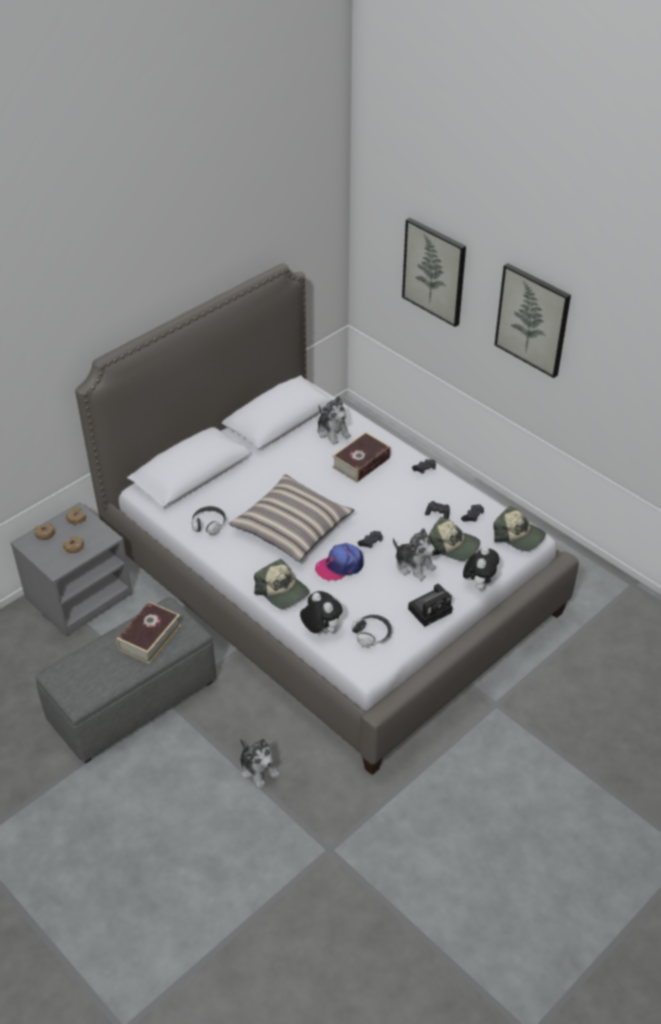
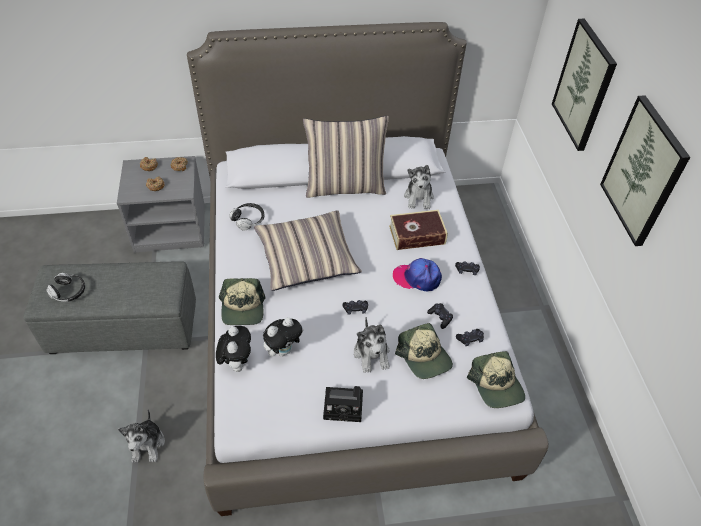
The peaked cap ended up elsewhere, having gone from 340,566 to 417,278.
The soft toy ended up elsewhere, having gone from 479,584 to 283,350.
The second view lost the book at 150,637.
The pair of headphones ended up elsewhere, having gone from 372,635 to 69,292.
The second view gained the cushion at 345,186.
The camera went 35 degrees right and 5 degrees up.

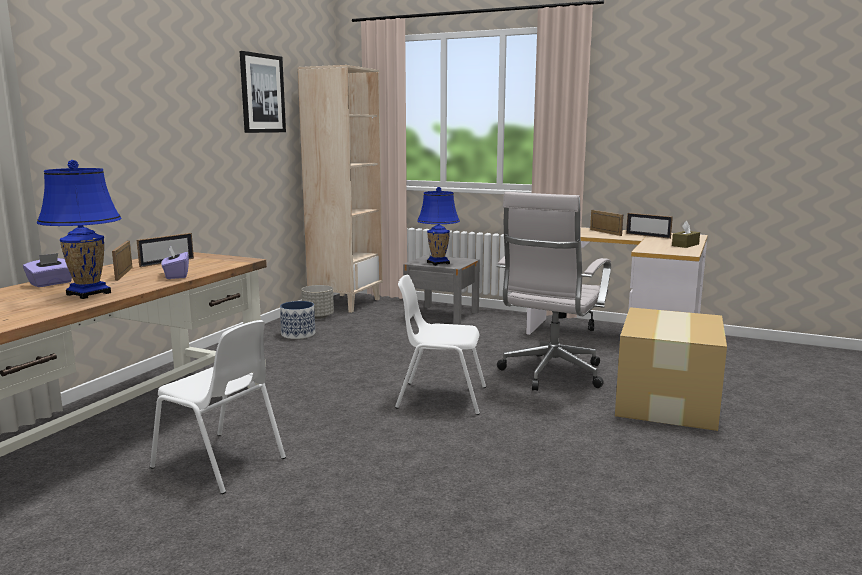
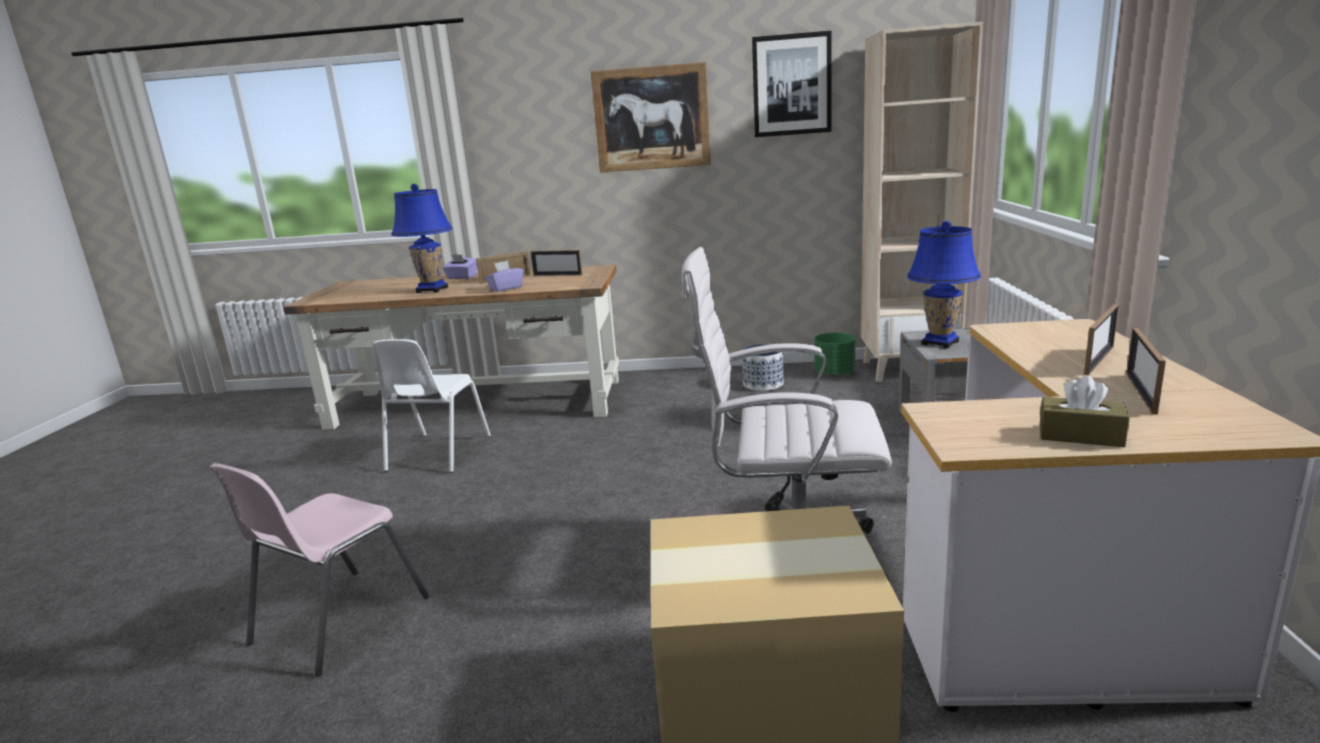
The second view lost the whitish upright chair at 440,397.
What was the greyish planter at 318,317 turned into the green planter at 834,374.
The second view gained the picture at 651,118.
The second view gained the pinkish upright chair at 337,621.
The camera went 70 degrees right and 5 degrees up.

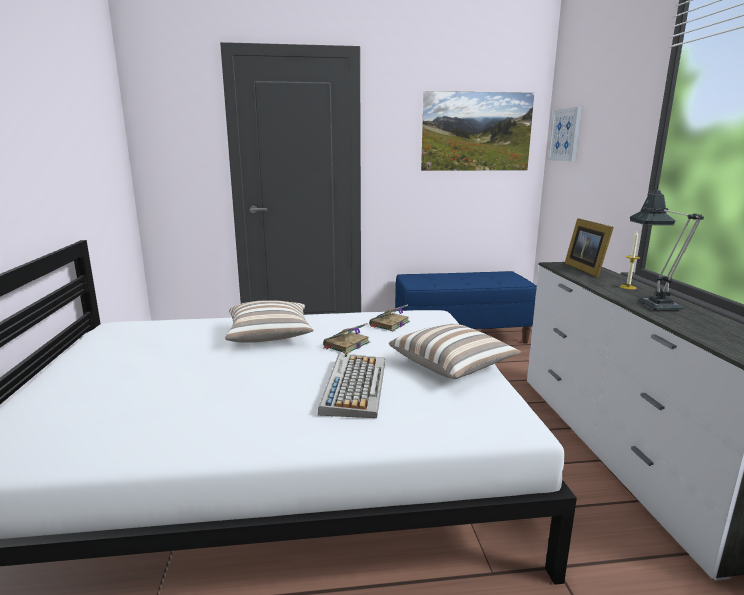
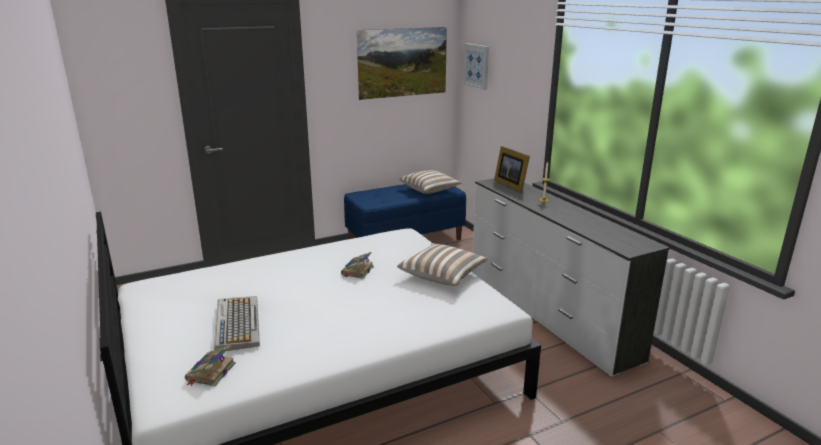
The second view lost the tabletop lamp at 654,303.
The cushion ended up elsewhere, having gone from 269,336 to 430,190.
The book ended up elsewhere, having gone from 389,324 to 210,373.
The computer keyboard ended up elsewhere, having gone from 354,385 to 236,323.
The camera went 20 degrees left and 5 degrees up.

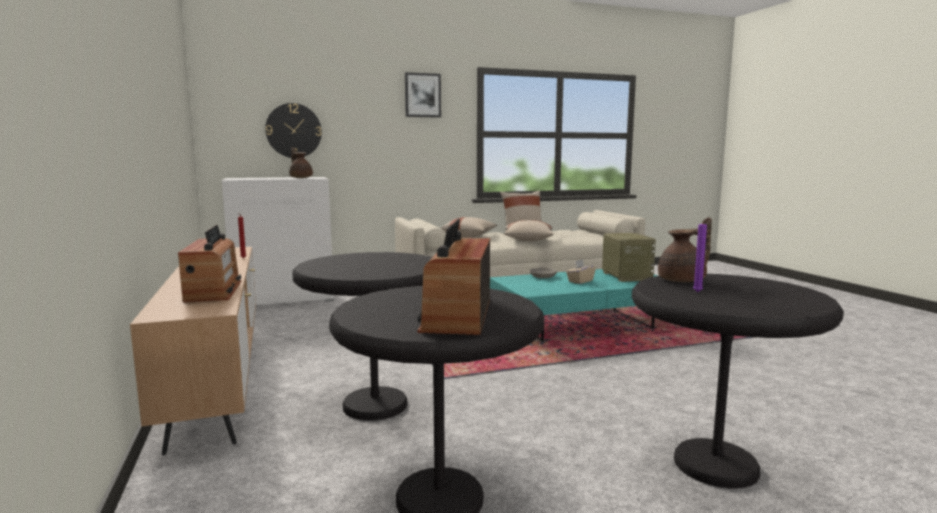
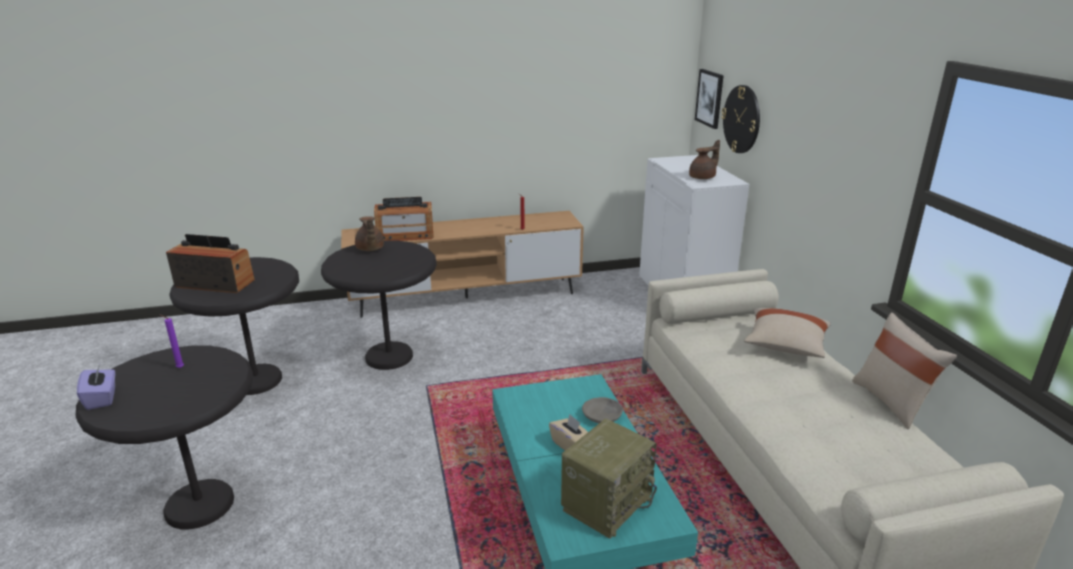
The picture ended up elsewhere, having gone from 422,95 to 710,98.
The brown tea pot ended up elsewhere, having gone from 684,280 to 370,249.
The second view lost the sand-coloured cushion at 528,240.
The radio at 625,276 ended up facing another way, 45 degrees counterclockwise from before.
The second view gained the purple box of tissues at 102,398.
The camera went 95 degrees right and 15 degrees up.

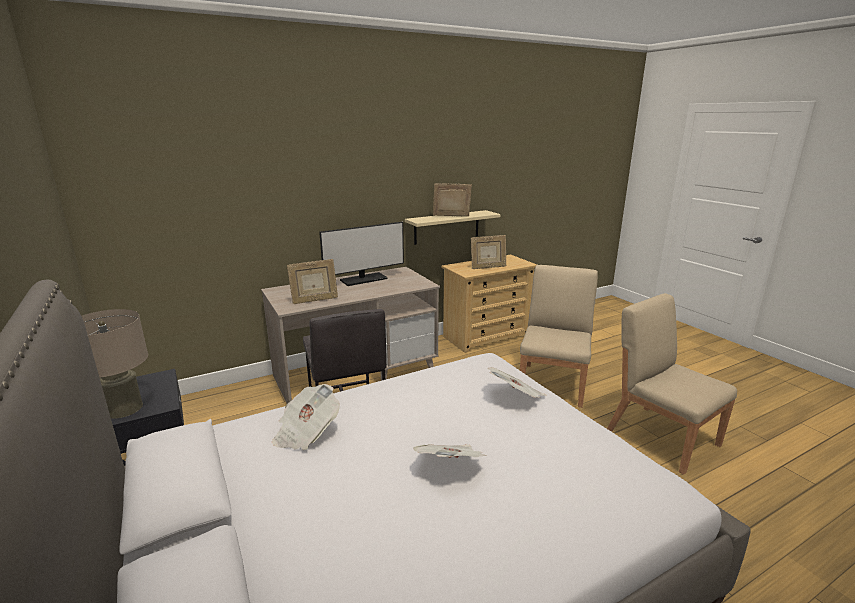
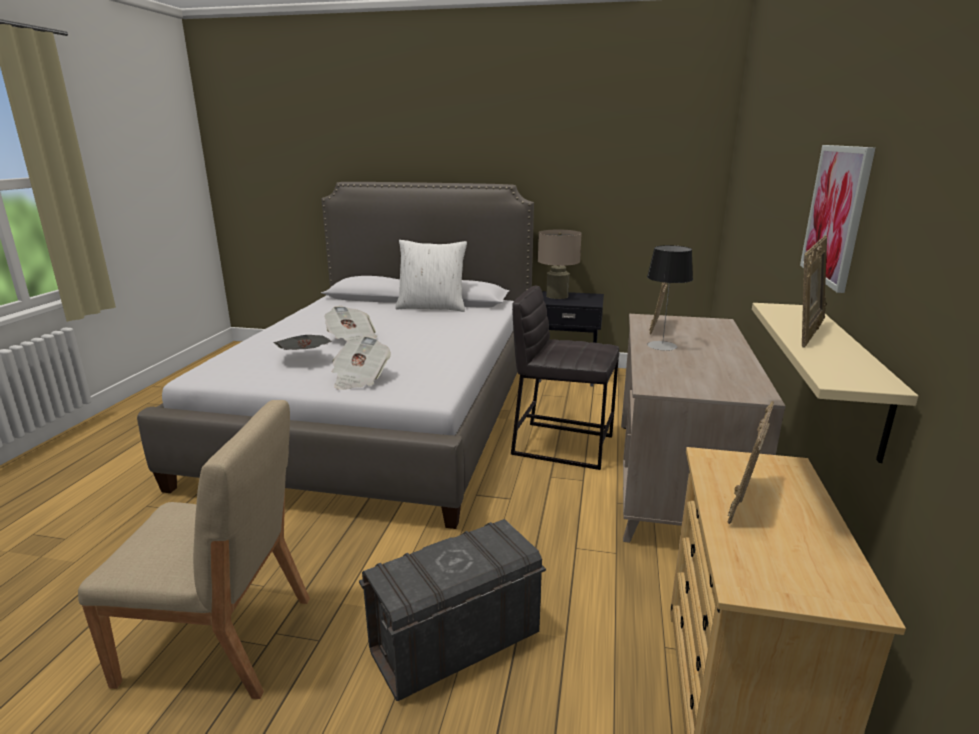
The second view lost the monitor at 363,279.
Where the sand-coloured upright chair stood at 553,384, the greyish storage bin came to stand at 454,643.
The daily paper ended up elsewhere, having gone from 306,432 to 305,357.
The second view gained the picture at 836,214.
The second view gained the whitish cushion at 432,307.
The second view gained the tabletop lamp at 662,346.
The camera went 130 degrees right and 0 degrees up.

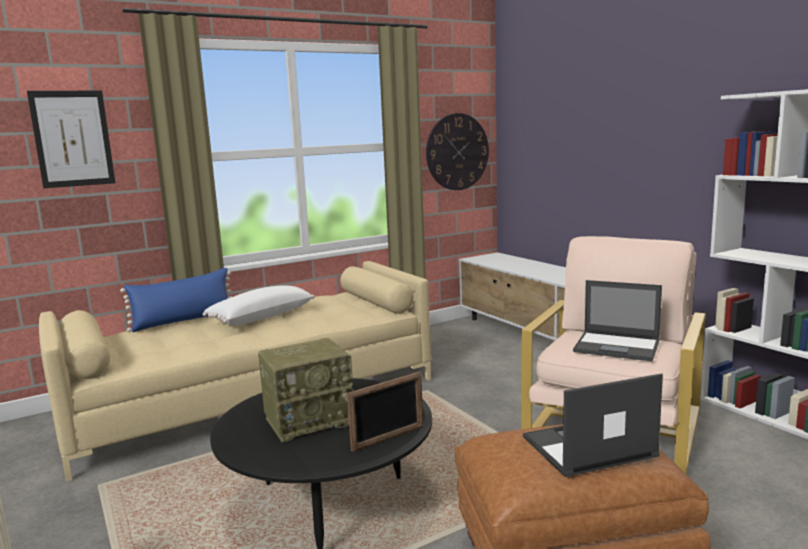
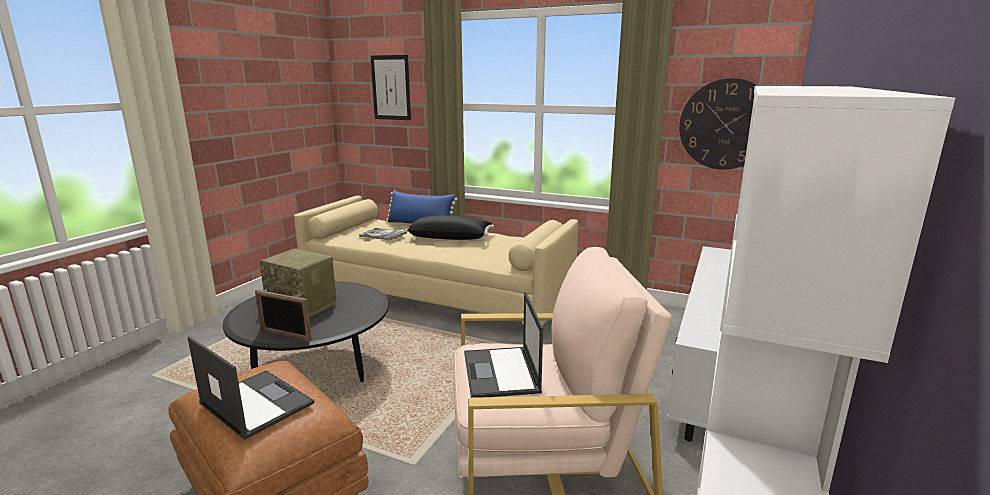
What was the whitish cushion at 261,317 turned into the black cushion at 450,237.
The second view gained the book at 383,235.
The camera went 55 degrees right and 5 degrees up.

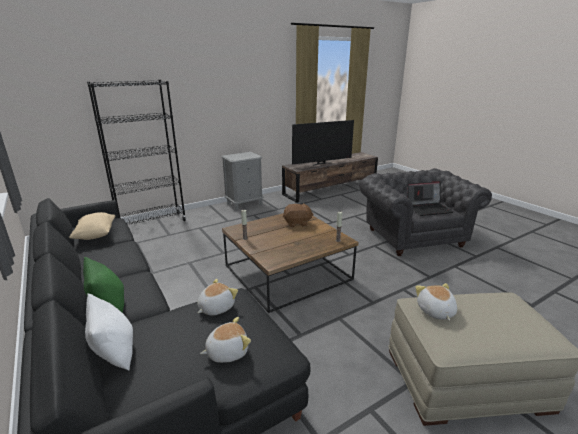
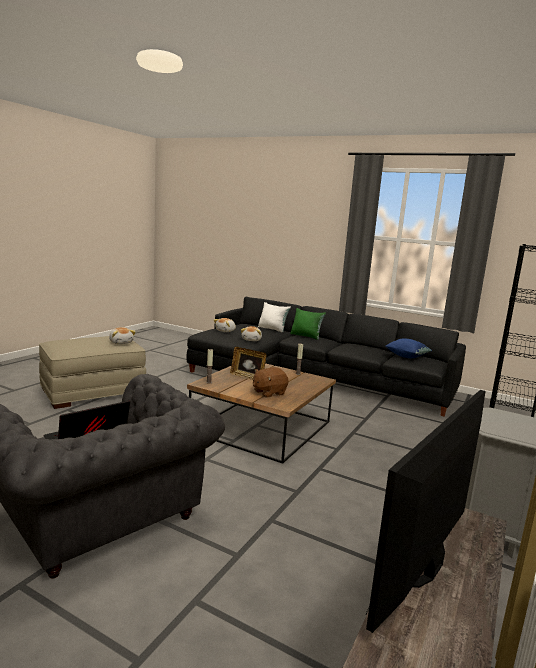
What was the sand-coloured cushion at 95,235 turned into the blue cushion at 407,357.
The second view gained the photo frame at 247,377.
The camera went 150 degrees right and 10 degrees down.

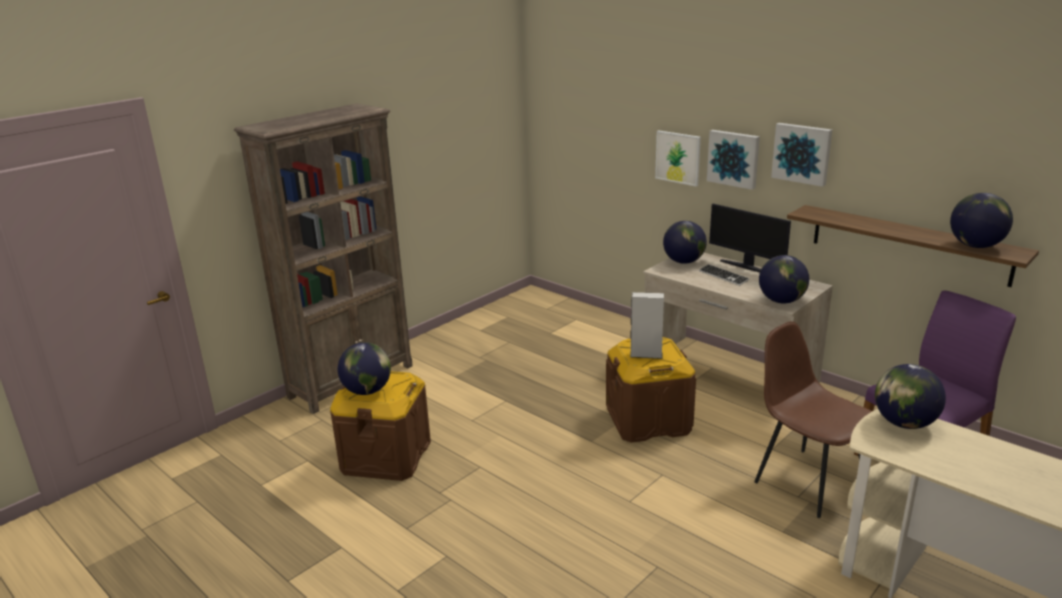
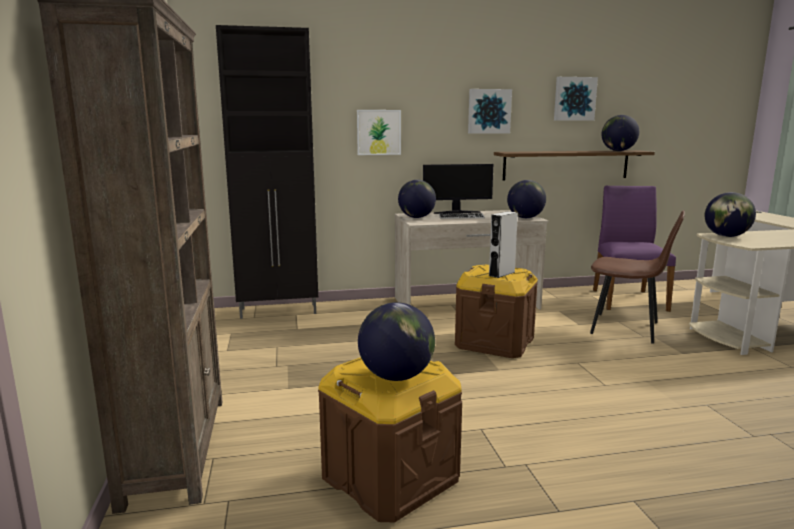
The picture ended up elsewhere, having gone from 734,158 to 574,99.
The brown upright chair at 807,481 ended up facing another way, 150 degrees counterclockwise from before.
The second view gained the black cupboard at 280,311.
The camera went 55 degrees left and 10 degrees down.

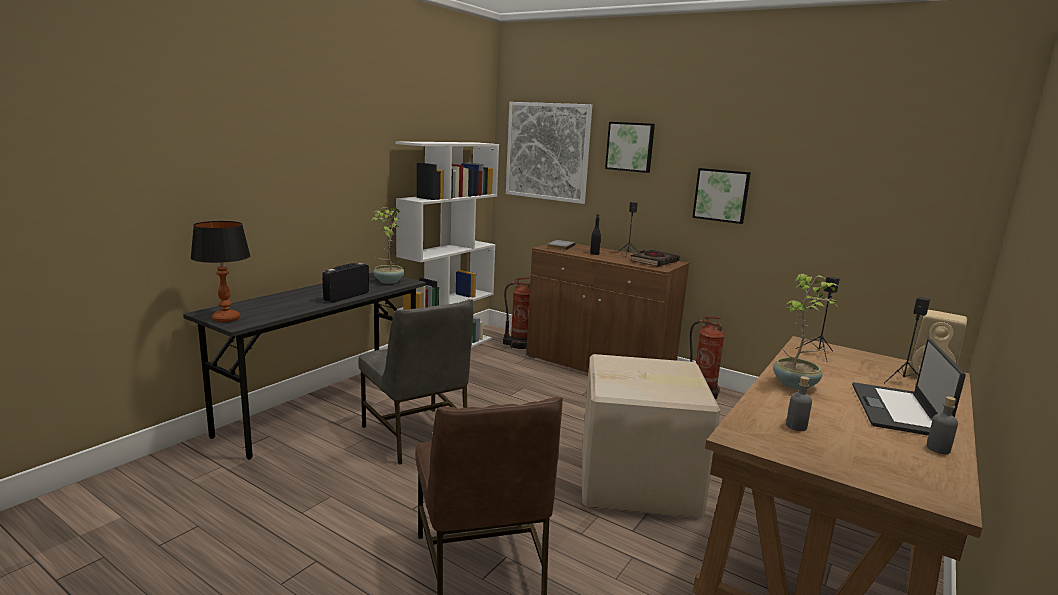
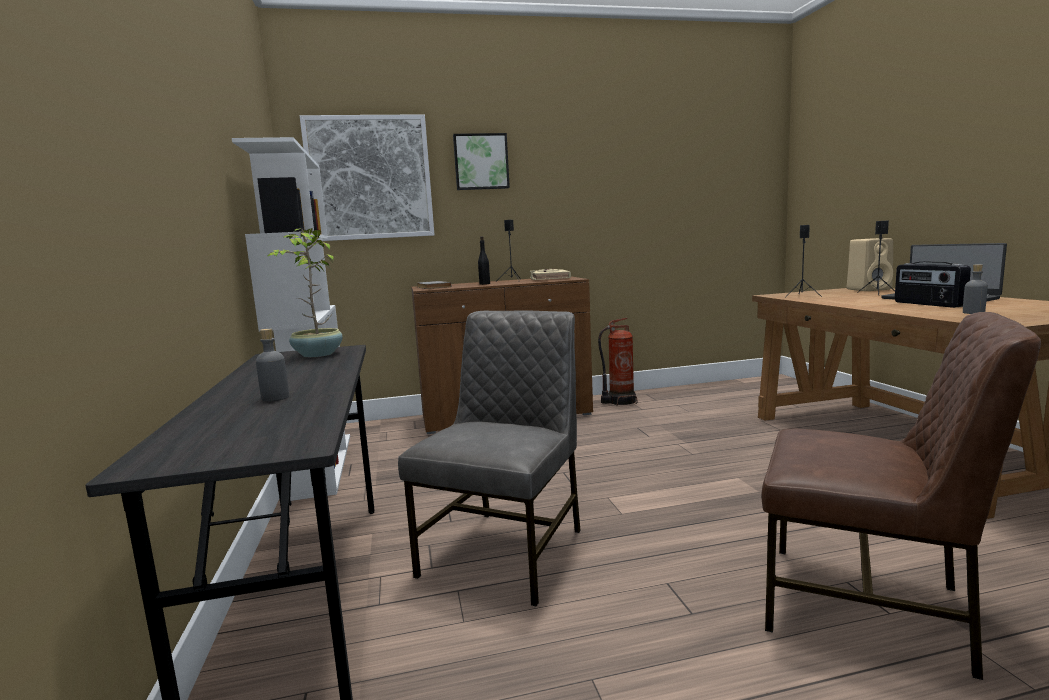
The second view lost the picture at 721,195.
The second view lost the tabletop lamp at 226,319.
What was the black book at 654,262 turned into the sand-coloured book at 549,279.
The radio ended up elsewhere, having gone from 346,296 to 928,304.
The second view lost the potted plant at 796,384.
The second view lost the fire-fighting cylinder at 519,345.
The greyish upright chair at 416,436 ended up facing another way, 75 degrees counterclockwise from before.
The second view lost the cardboard box at 639,482.
The greyish drink bottle ended up elsewhere, having gone from 938,449 to 275,398.
The camera went 45 degrees left and 5 degrees down.

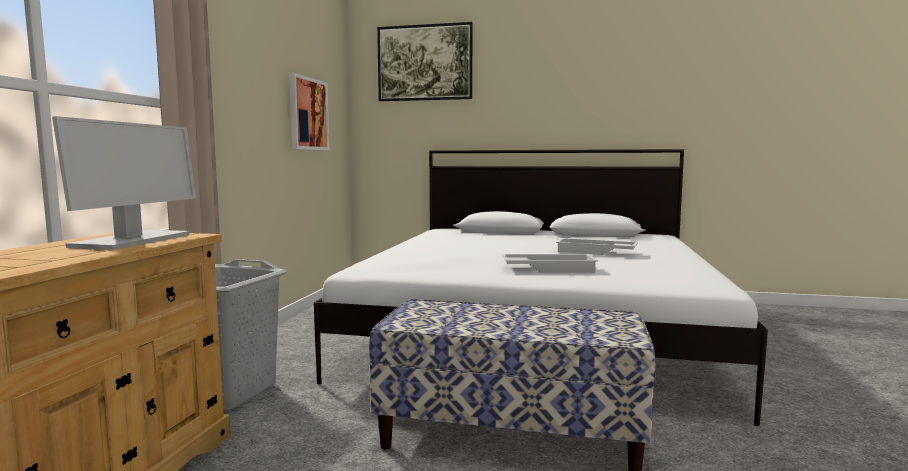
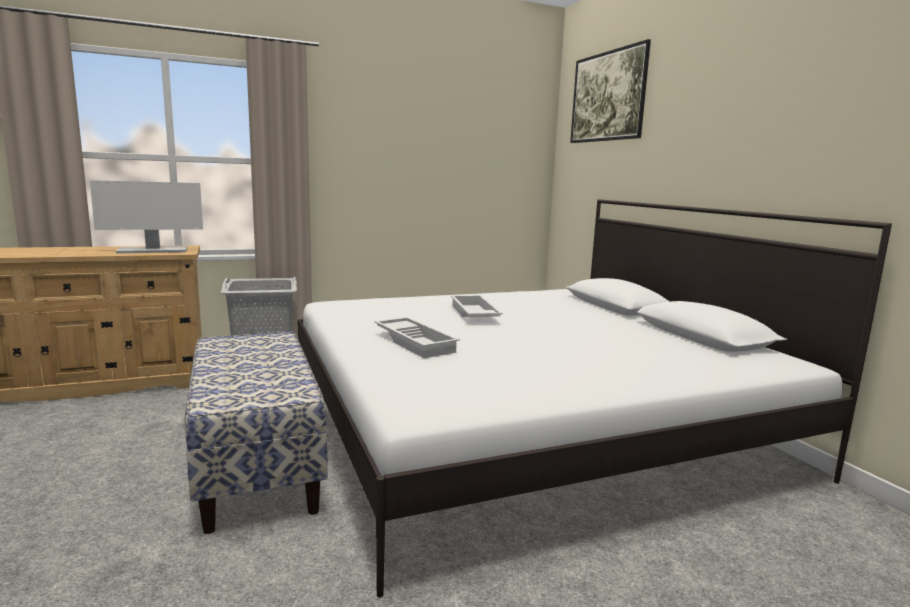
The second view lost the picture at 308,114.
The whitish serving tray ended up elsewhere, having gone from 595,252 to 473,314.
The camera went 55 degrees right and 5 degrees up.

